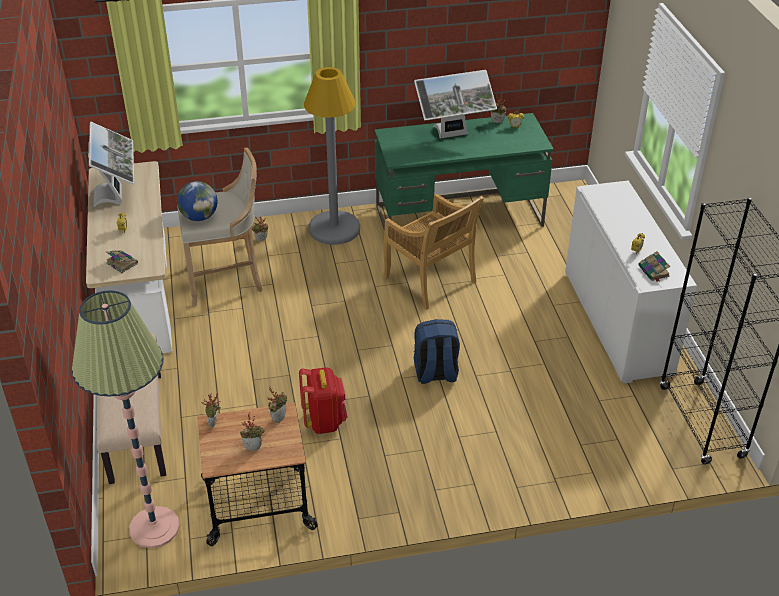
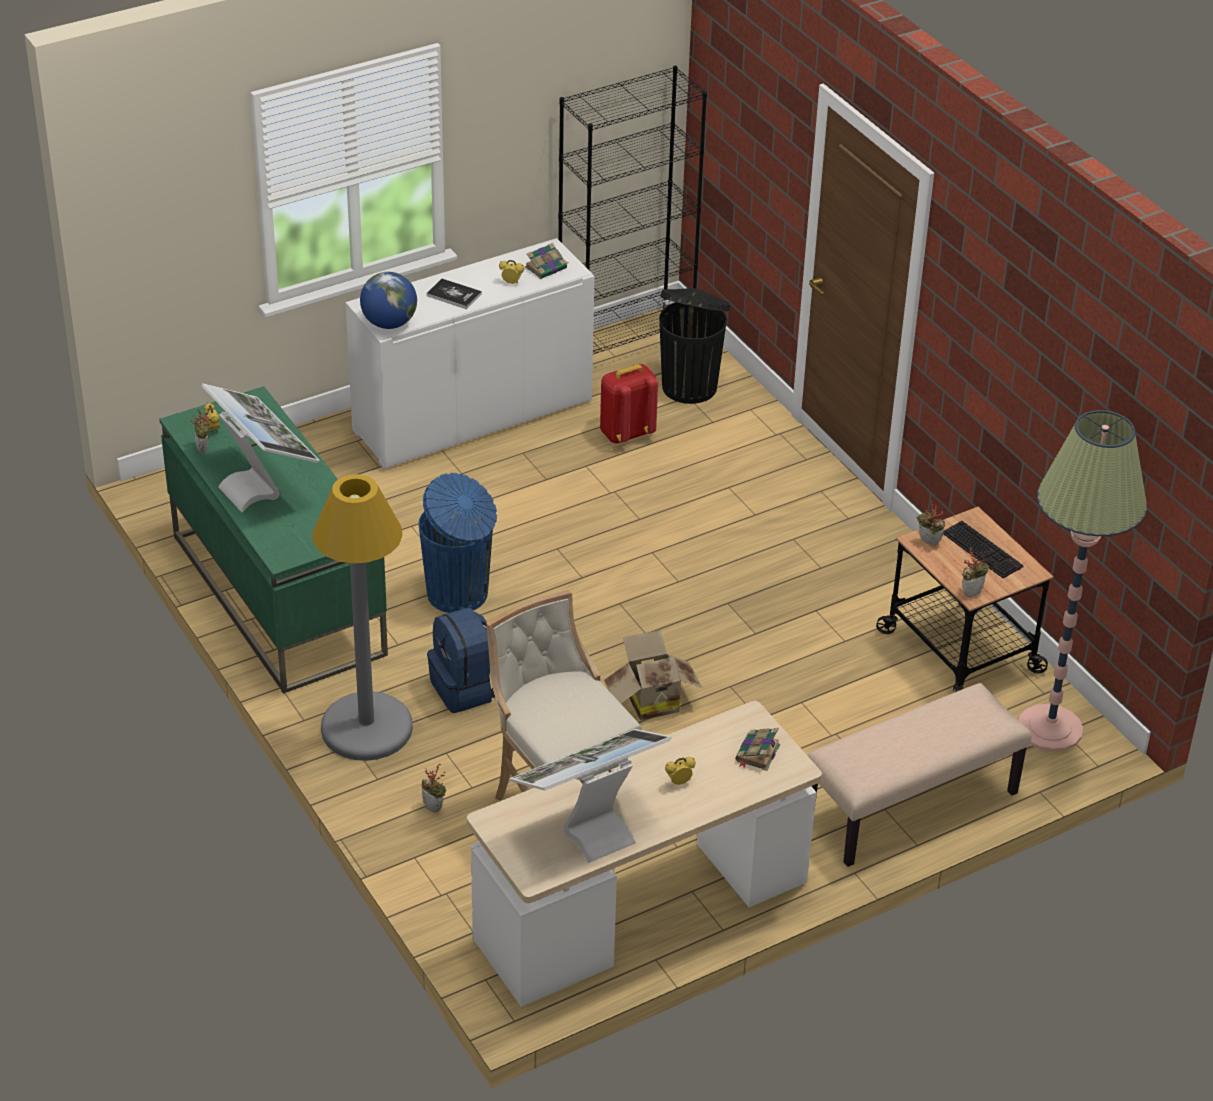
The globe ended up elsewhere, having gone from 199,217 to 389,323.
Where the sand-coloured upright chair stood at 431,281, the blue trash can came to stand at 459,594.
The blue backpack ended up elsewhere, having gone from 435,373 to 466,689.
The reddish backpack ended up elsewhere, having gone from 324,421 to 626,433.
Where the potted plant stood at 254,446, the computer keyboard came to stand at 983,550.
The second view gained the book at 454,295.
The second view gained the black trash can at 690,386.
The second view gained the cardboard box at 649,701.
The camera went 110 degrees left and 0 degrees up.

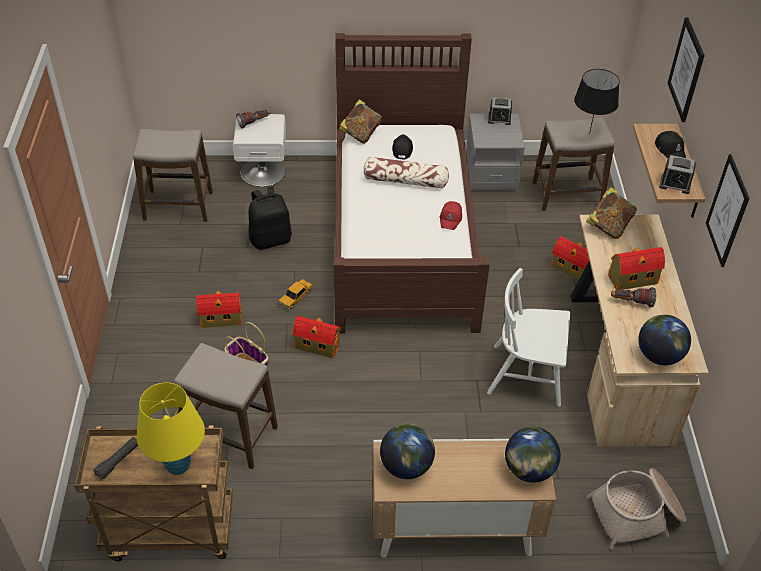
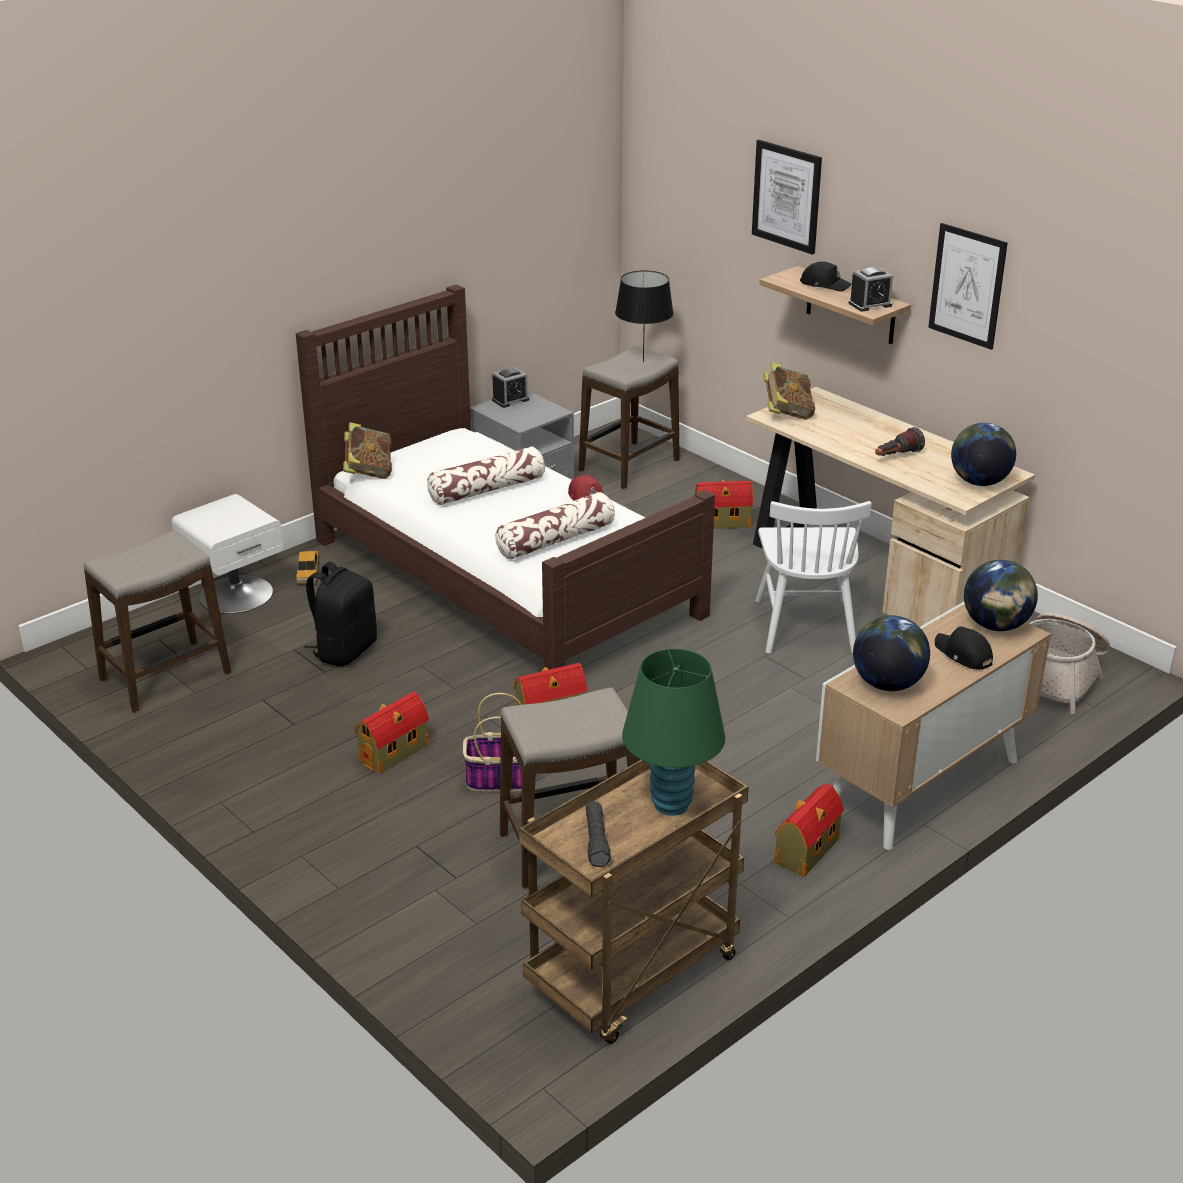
The second view lost the flashlight at 254,123.
The black peaked cap ended up elsewhere, having gone from 402,149 to 963,655.
The toy house ended up elsewhere, having gone from 631,279 to 805,852.
The whitish upright chair at 527,374 ended up facing another way, 60 degrees counterclockwise from before.
The toy car ended up elsewhere, having gone from 295,297 to 308,572.
What was the yellow tabletop lamp at 178,465 turned into the green tabletop lamp at 671,805.
The second view gained the cushion at 556,540.
The camera went 40 degrees left and 15 degrees down.

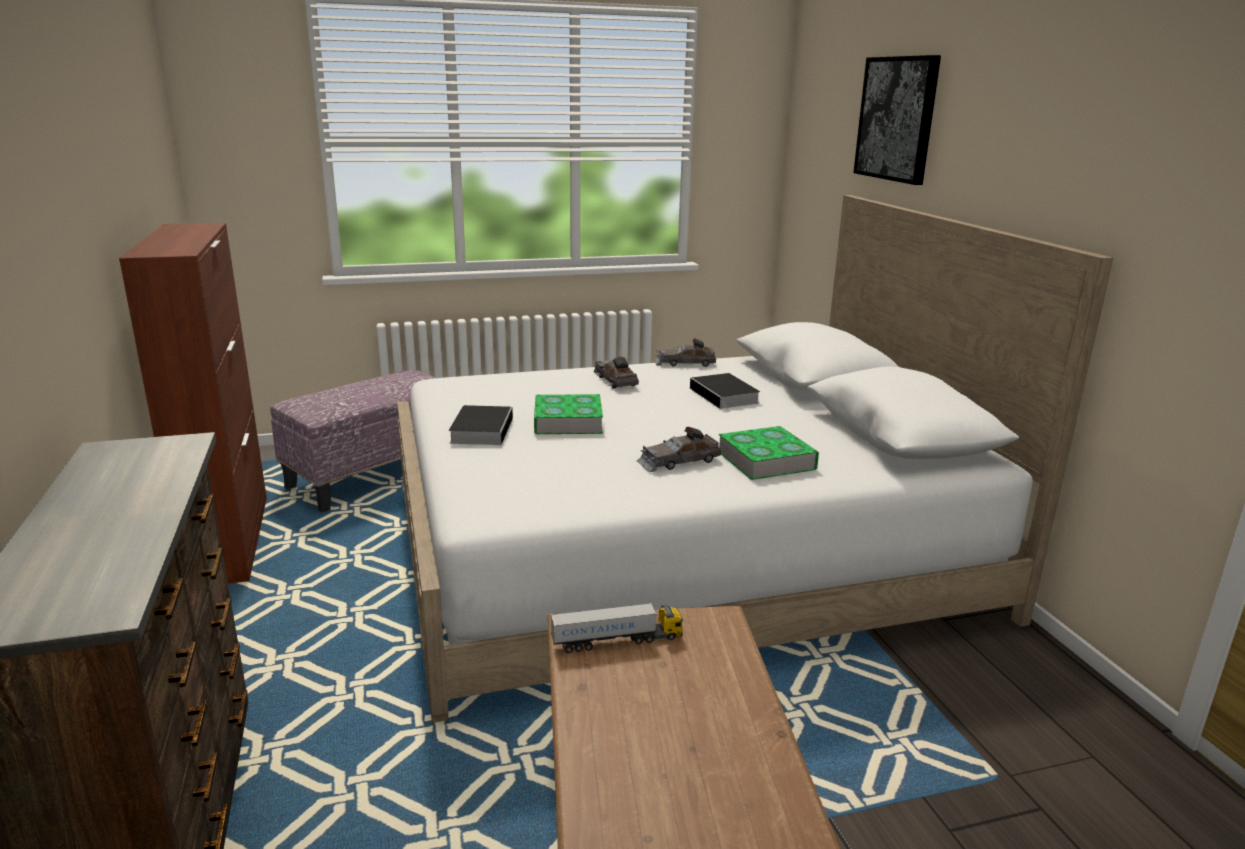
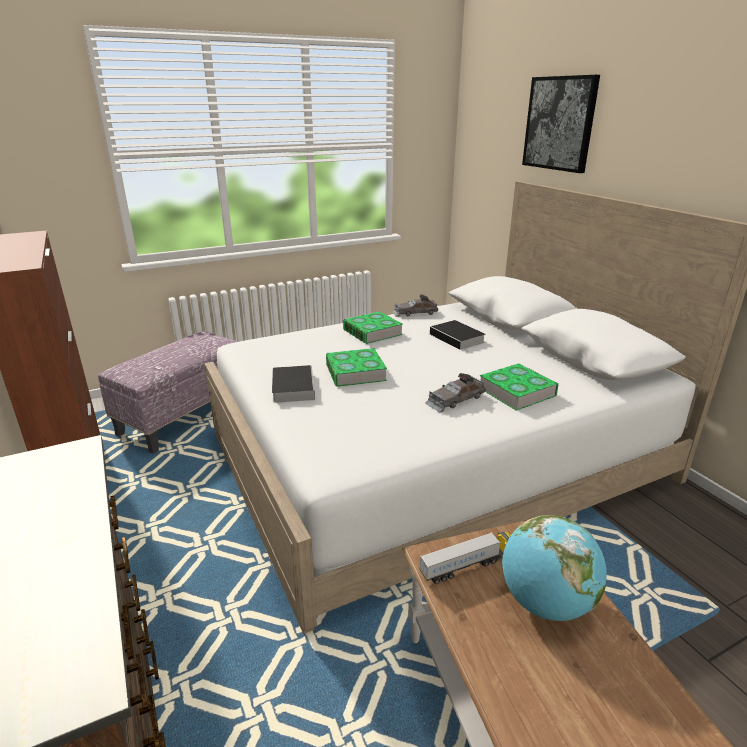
Where the greyish toy car stood at 615,380, the book came to stand at 372,332.
The second view gained the globe at 545,603.
The camera went 10 degrees left and 5 degrees up.

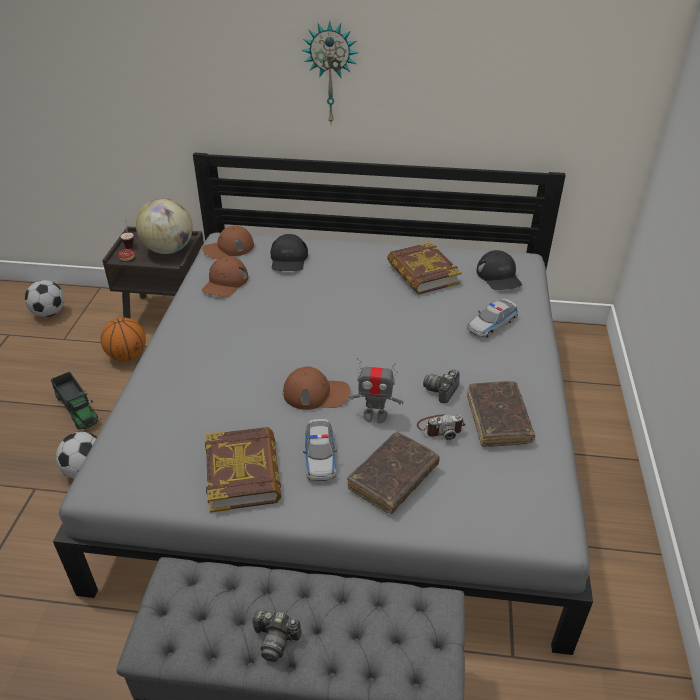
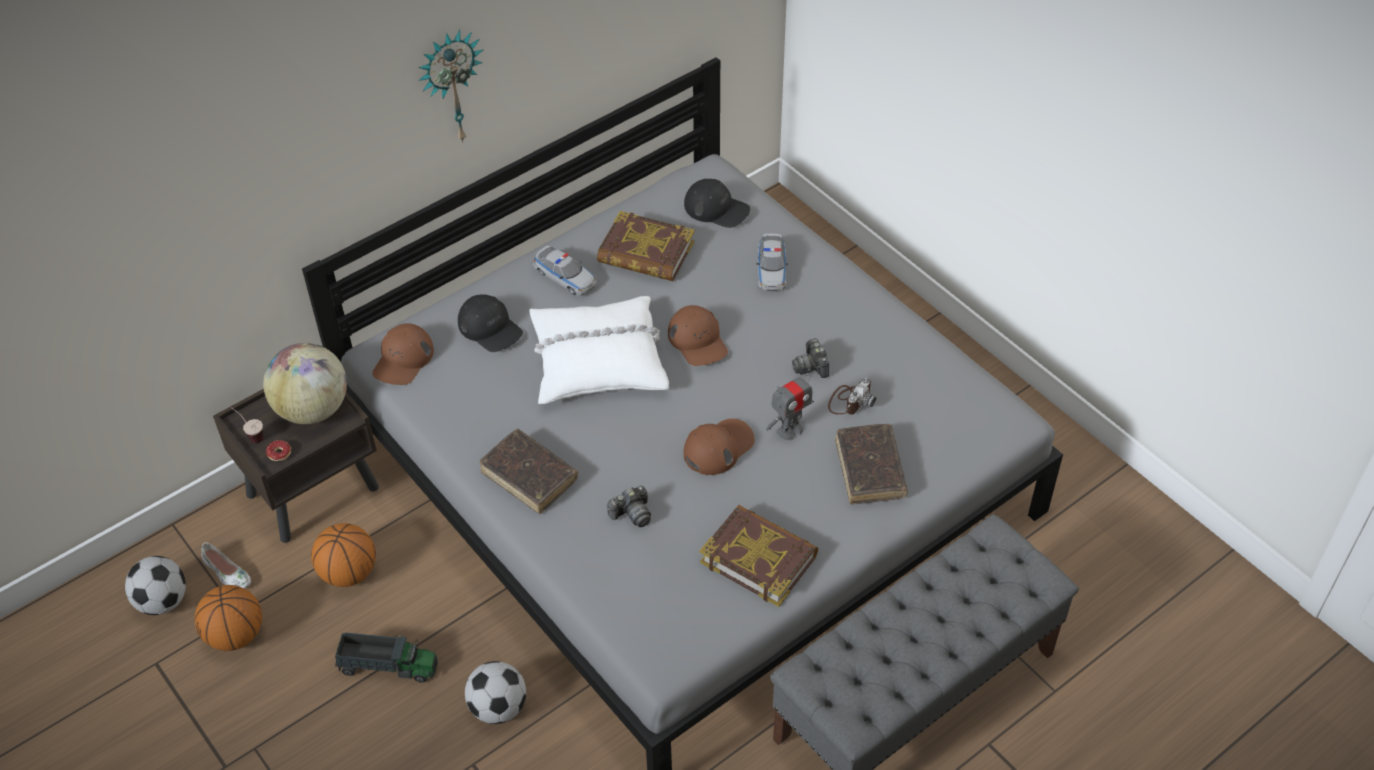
The brown peaked cap ended up elsewhere, having gone from 225,282 to 698,341.
The brown book ended up elsewhere, having gone from 498,420 to 529,477.
The toy car ended up elsewhere, having gone from 320,456 to 565,277.
The still camera ended up elsewhere, having gone from 275,639 to 632,514.
The second view gained the whitish cushion at 598,359.
The second view gained the whitish shoe at 226,572.
The second view gained the basketball ball at 235,635.
The camera went 45 degrees left and 10 degrees up.

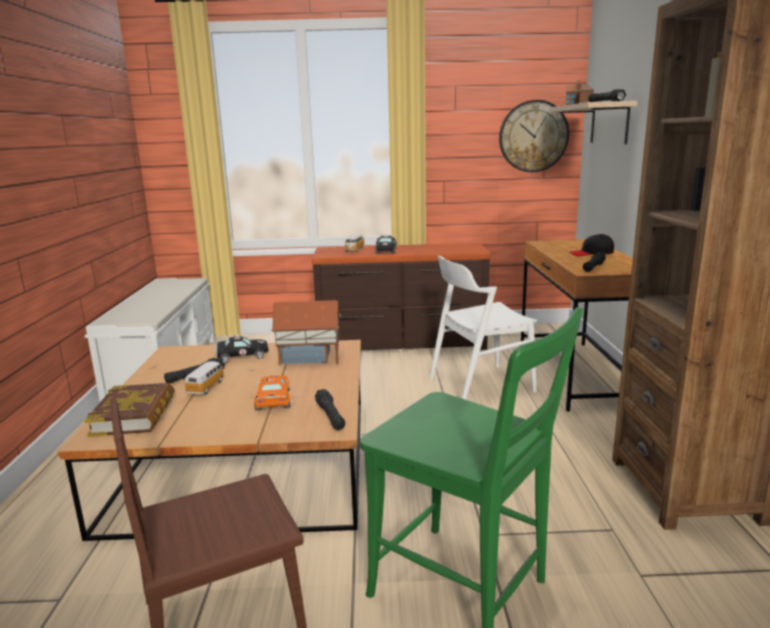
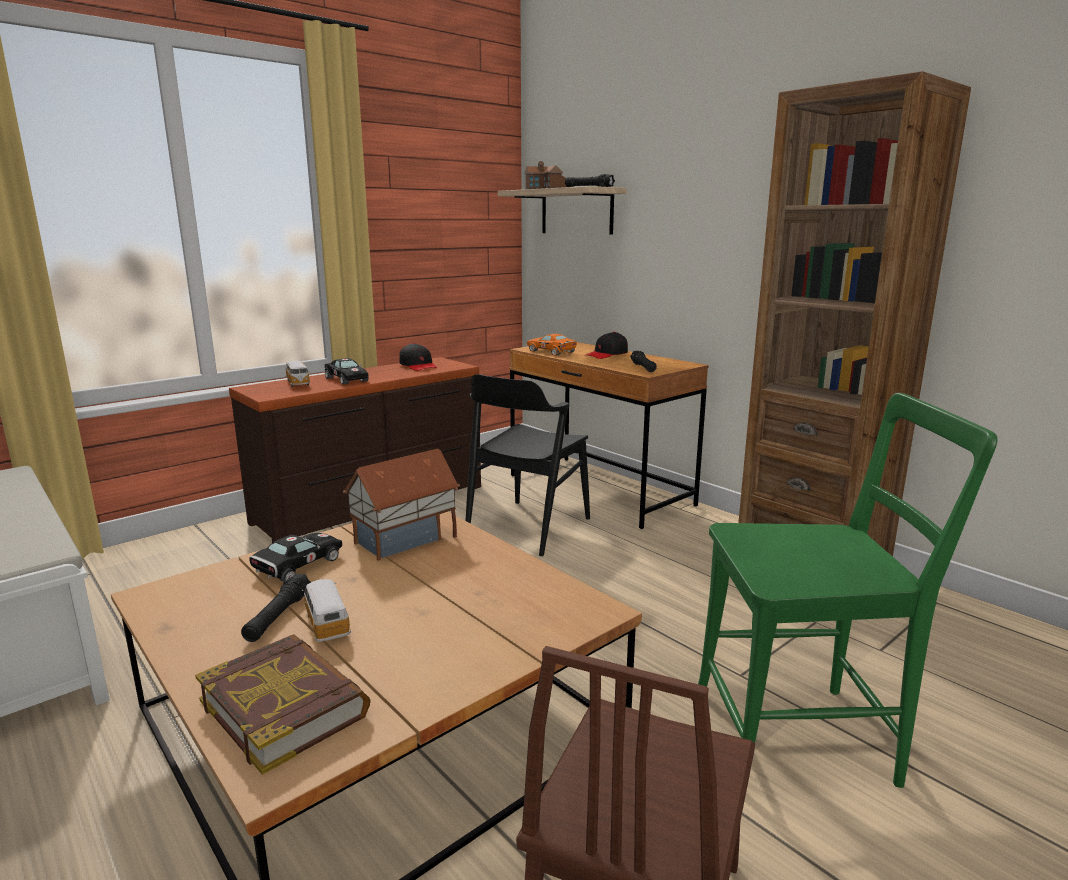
The second view lost the clock on the wall at 533,136.
What was the whitish upright chair at 480,385 turned into the black upright chair at 528,527.
The orange toy car ended up elsewhere, having gone from 274,400 to 552,352.
The second view lost the black flashlight at 330,416.
The second view gained the black peaked cap at 418,366.
The camera went 40 degrees left and 0 degrees up.

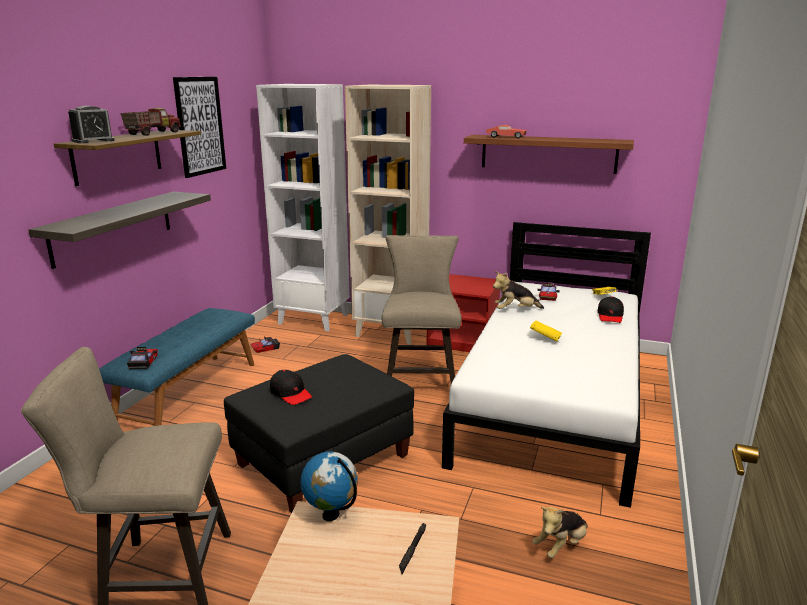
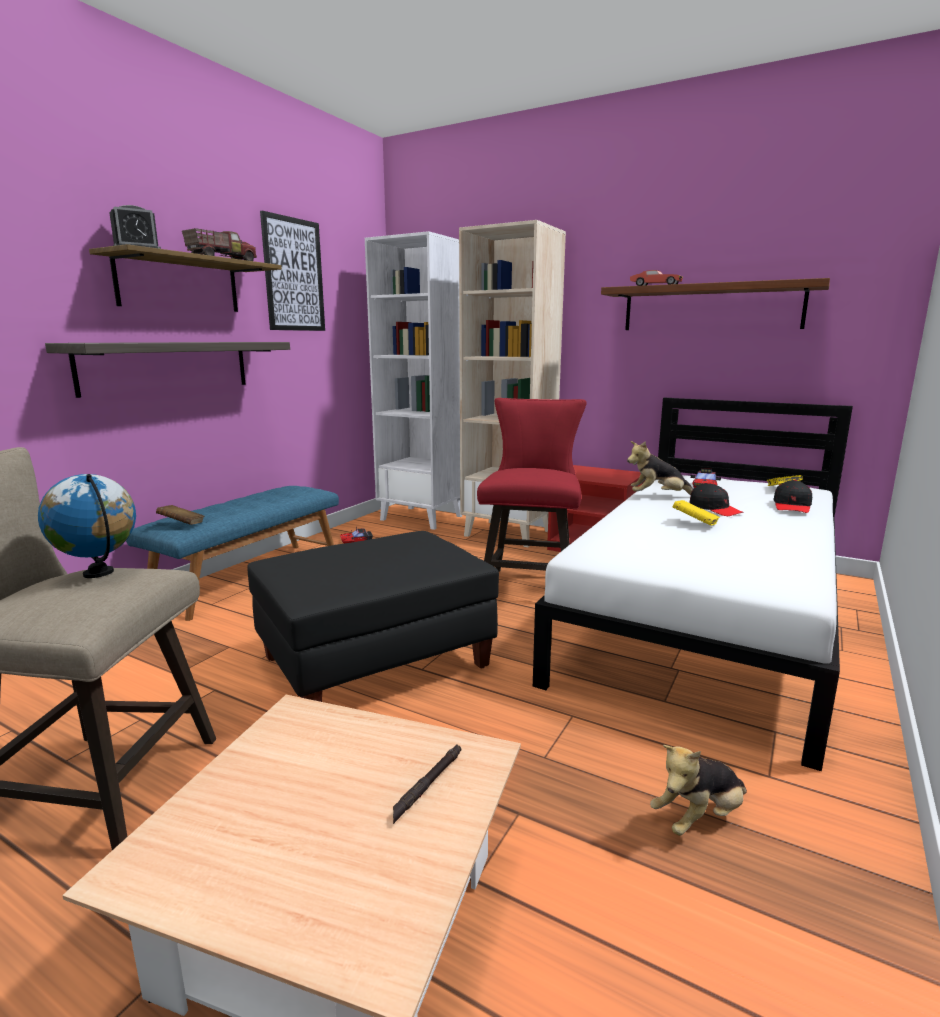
What was the sand-coloured stool at 420,380 turned into the reddish stool at 530,584.
Where the toy car stood at 143,362, the brown book came to stand at 182,524.
The black peaked cap ended up elsewhere, having gone from 290,393 to 714,509.
The globe ended up elsewhere, having gone from 331,515 to 99,573.
The camera went 10 degrees right and 5 degrees down.

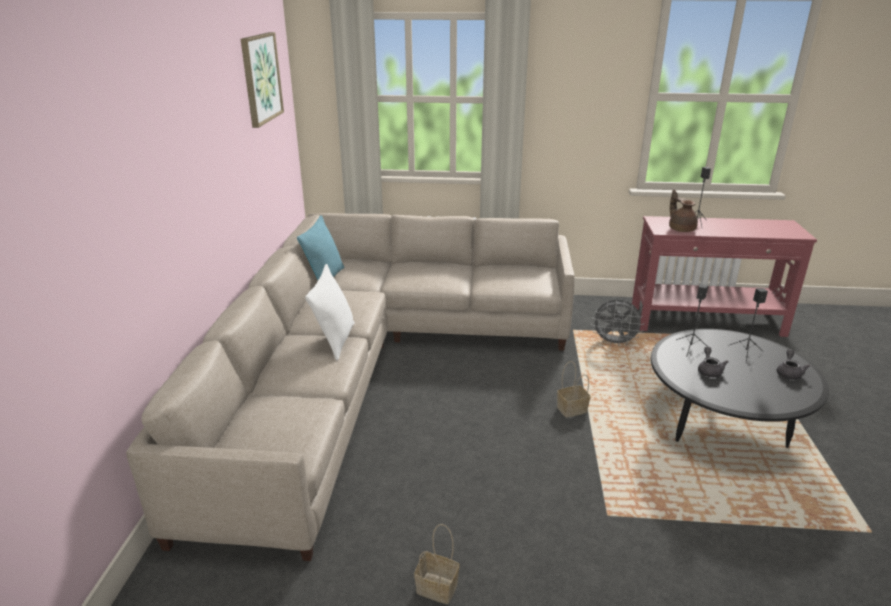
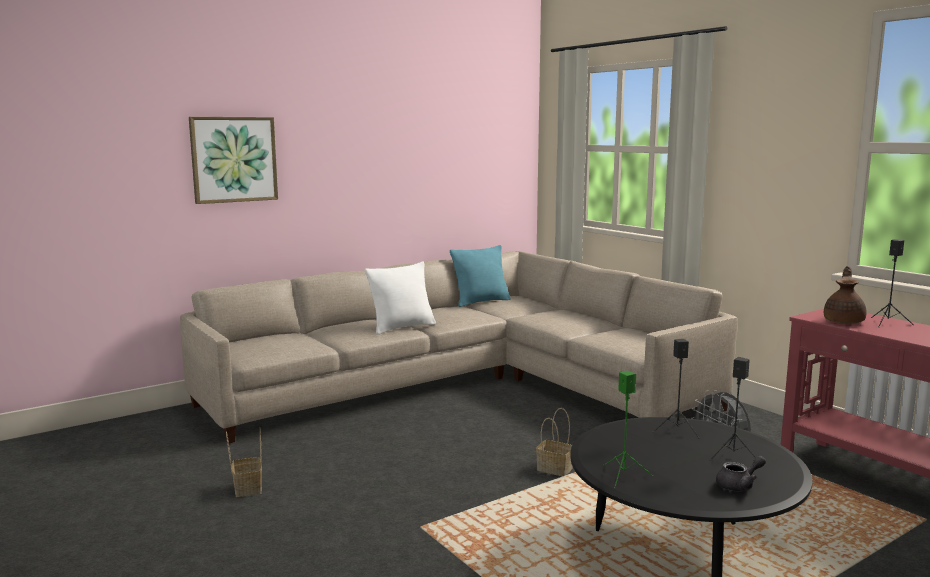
The picture ended up elsewhere, having gone from 260,78 to 234,159.
The second view lost the greyish tea pot at 709,370.
The second view gained the green loudspeaker at 624,476.
The camera went 50 degrees right and 15 degrees down.

